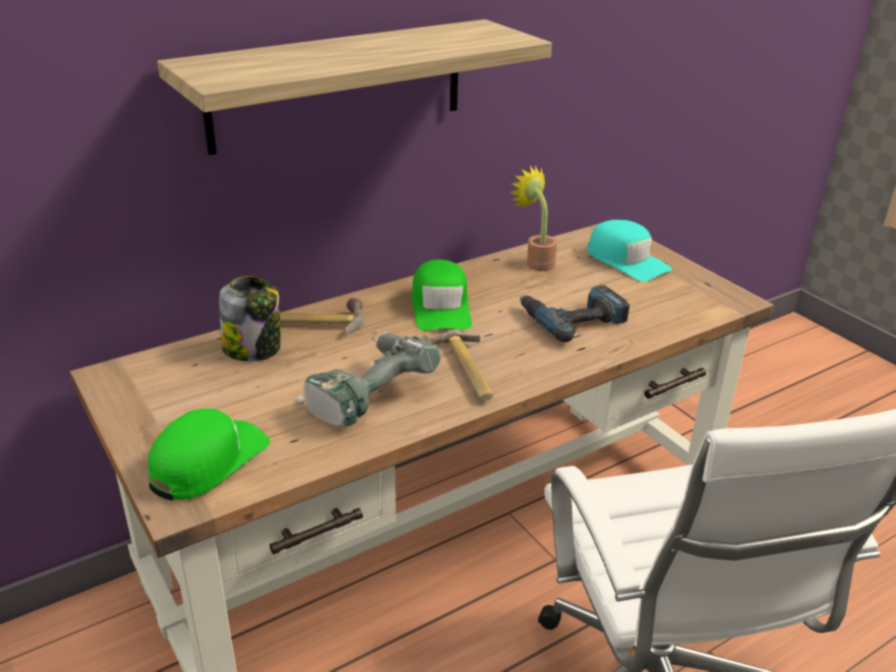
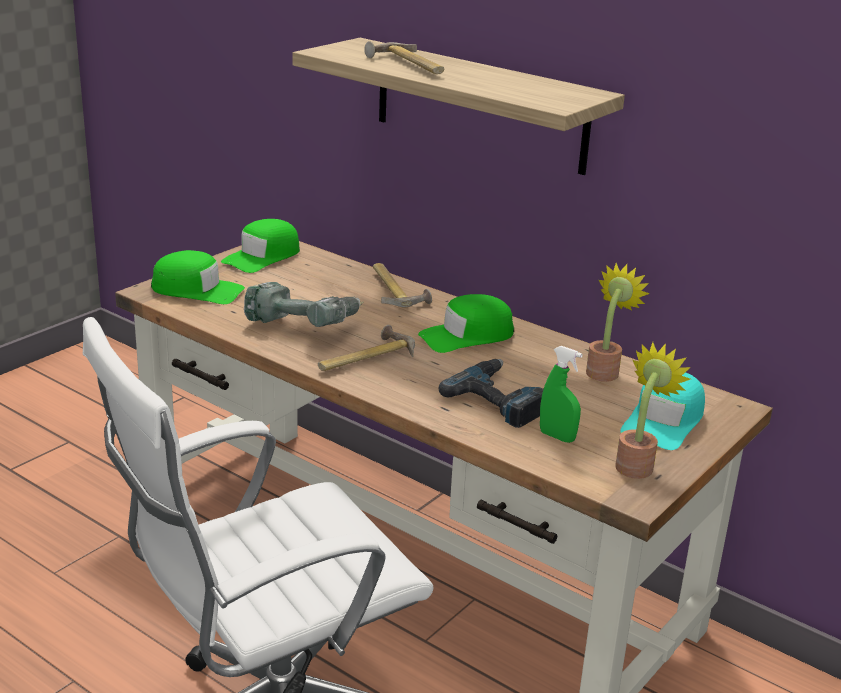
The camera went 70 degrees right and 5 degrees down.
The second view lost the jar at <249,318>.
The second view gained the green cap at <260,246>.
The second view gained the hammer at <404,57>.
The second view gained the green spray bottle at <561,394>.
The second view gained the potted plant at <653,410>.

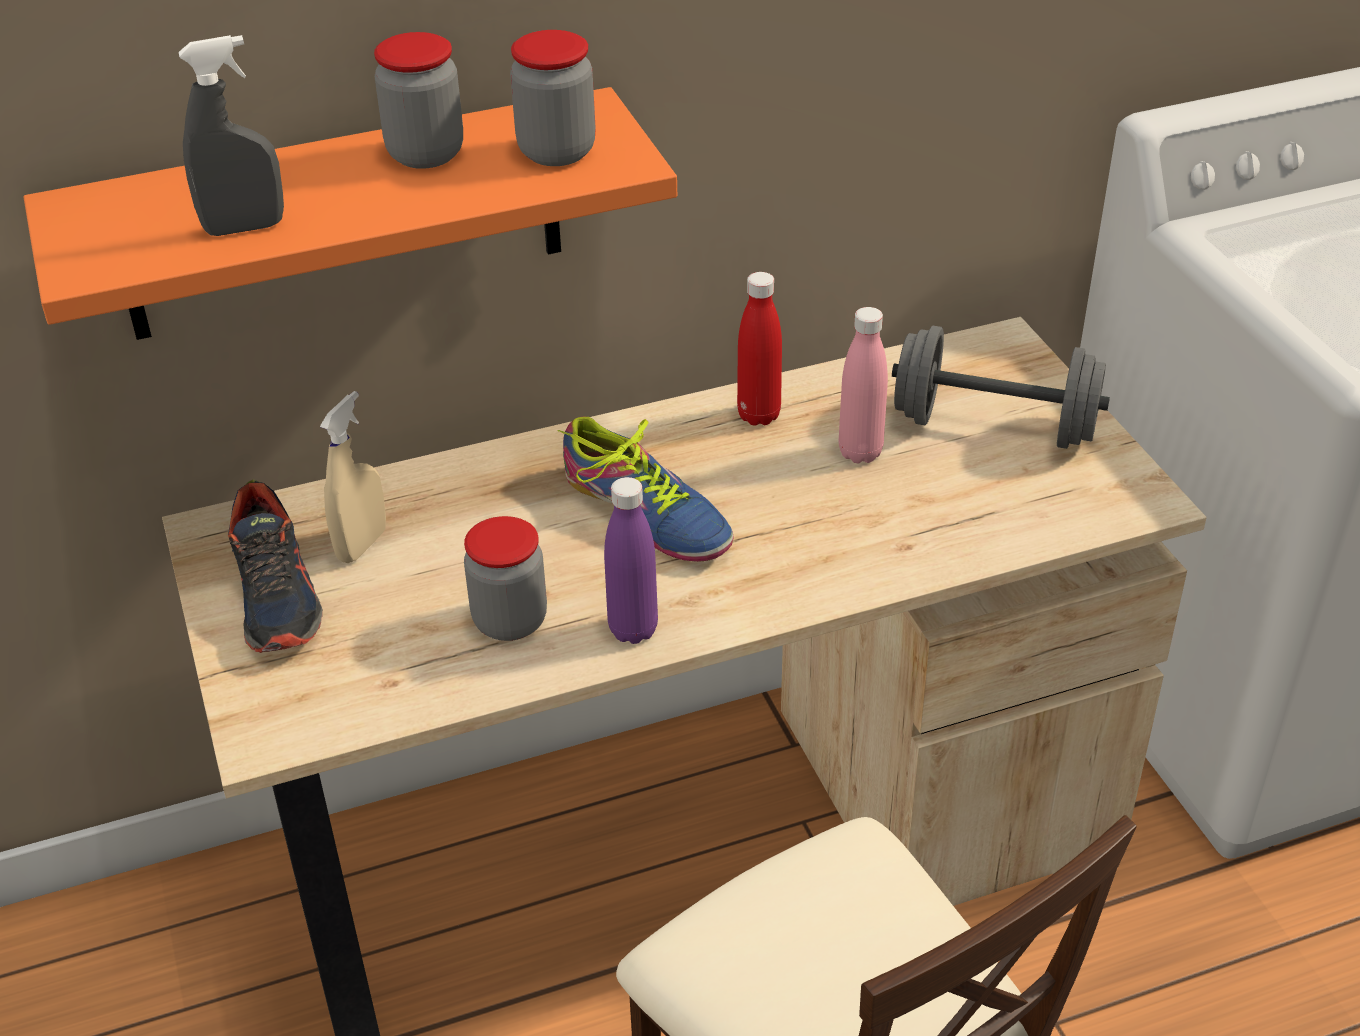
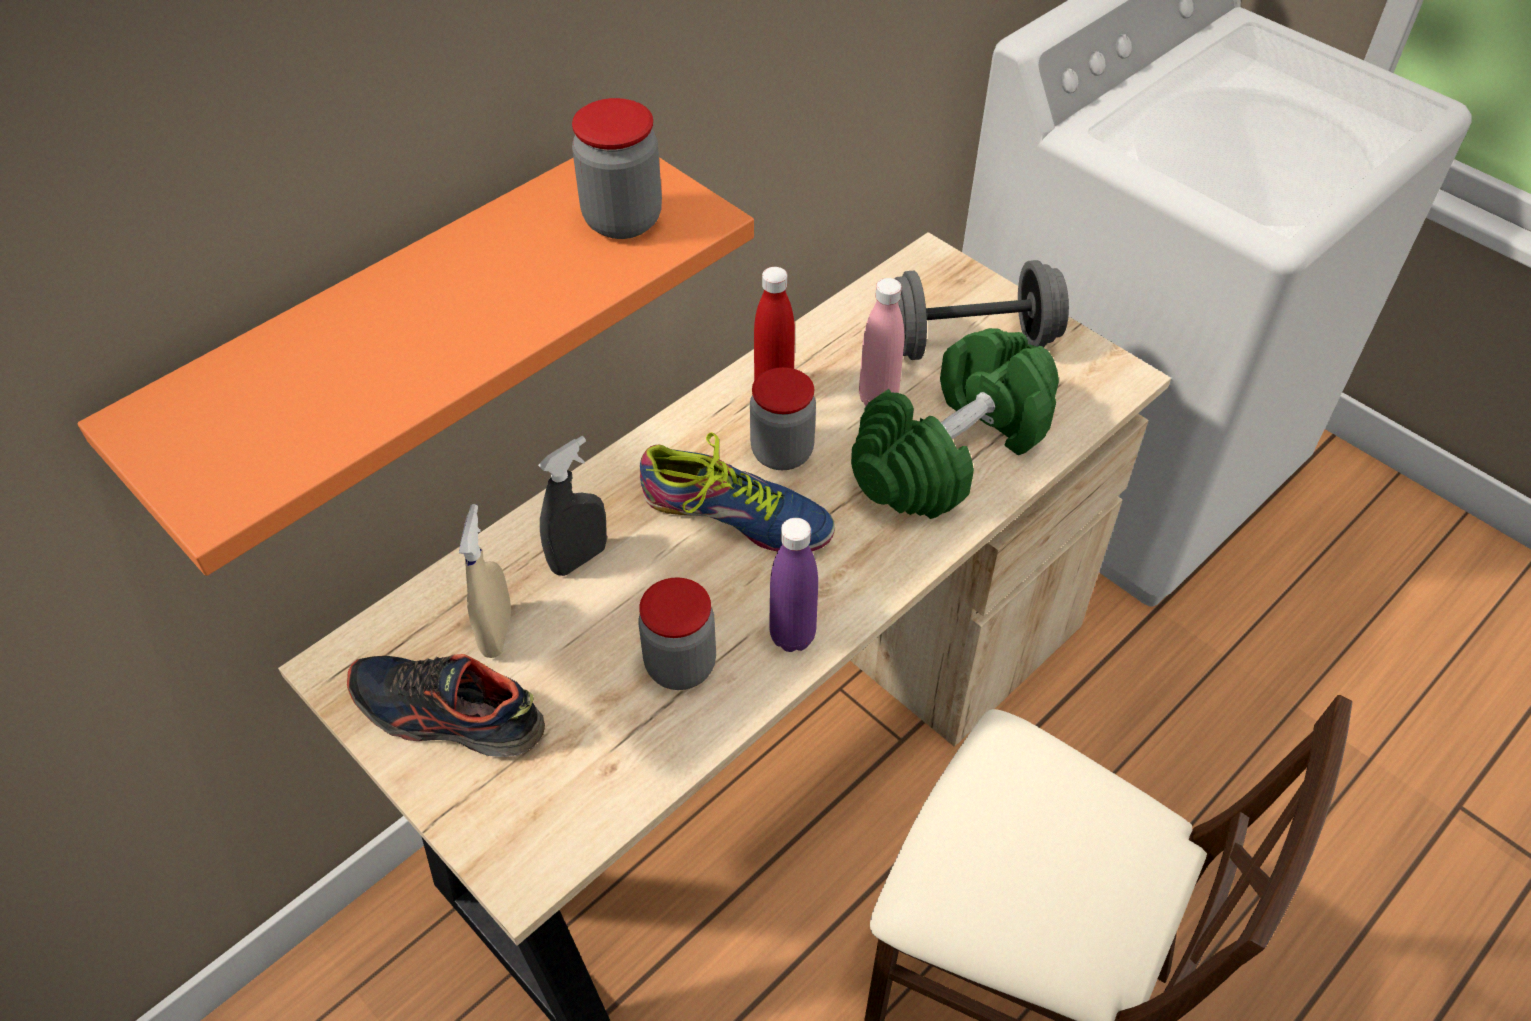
The camera went 25 degrees left and 10 degrees up.
The grey spray bottle ended up elsewhere, having gone from <231,135> to <572,506>.
The shoe at <275,566> ended up facing another way, 150 degrees clockwise from before.
The jar ended up elsewhere, having gone from <418,100> to <783,418>.
The second view gained the green dumbbell at <955,423>.

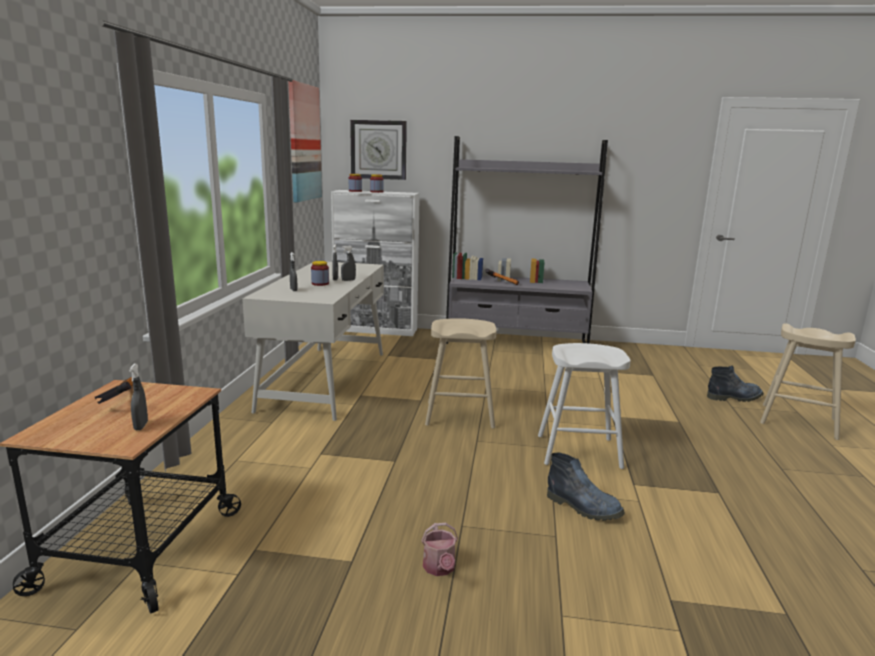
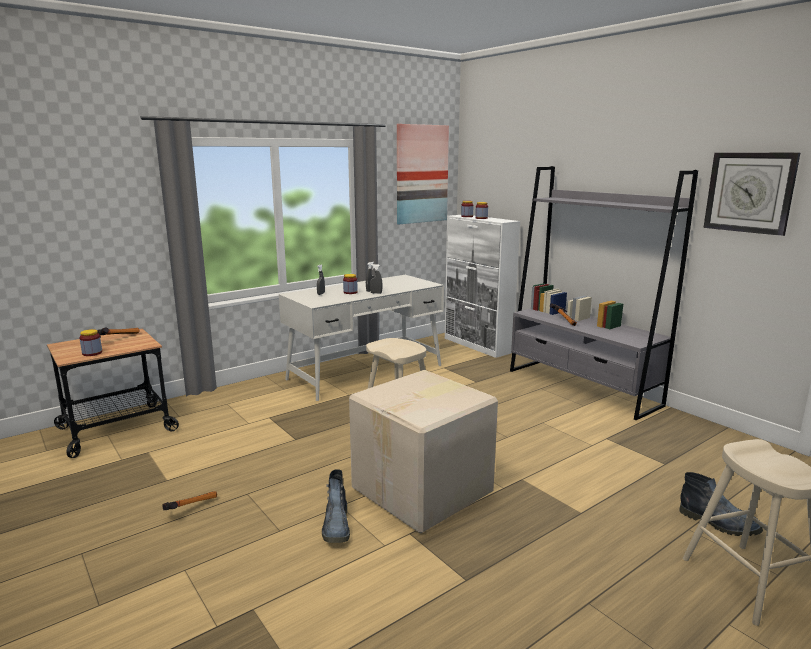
The camera went 45 degrees right and 0 degrees up.
Where the grey spray bottle stood at <138,396>, the jar came to stand at <90,342>.
The wall clock ended up elsewhere, having gone from <378,150> to <751,194>.
Where the watering can stood at <439,549>, the hammer came to stand at <190,500>.
Where the white stool stood at <584,406>, the cardboard box came to stand at <423,452>.

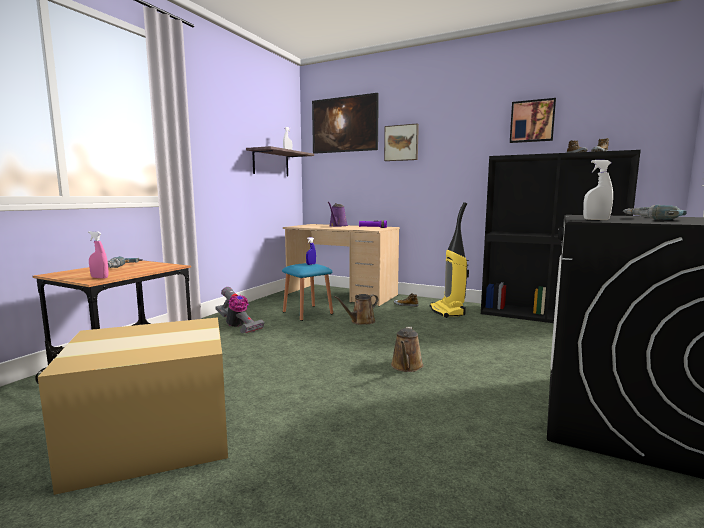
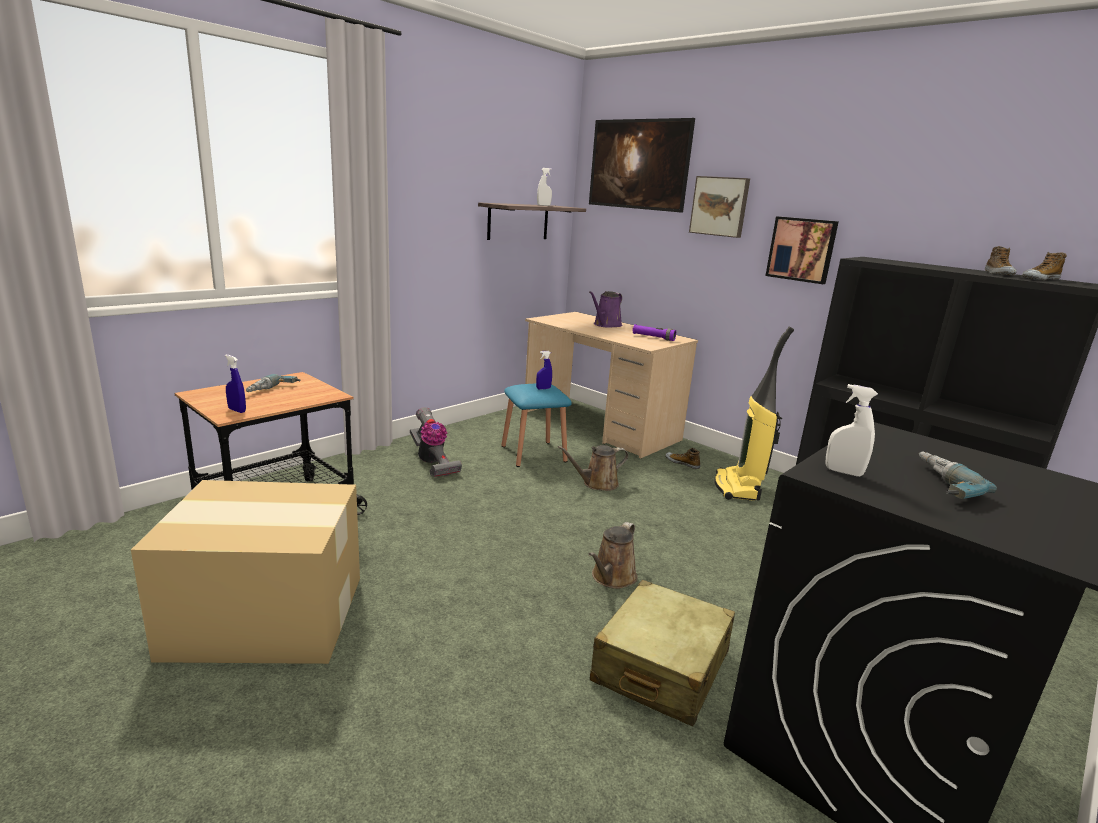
The camera went 15 degrees right and 10 degrees up.
What was the pink spray bottle at <98,255> turned into the blue spray bottle at <235,384>.
The picture ended up elsewhere, having gone from <533,120> to <802,250>.
The second view gained the beige suitcase at <662,653>.

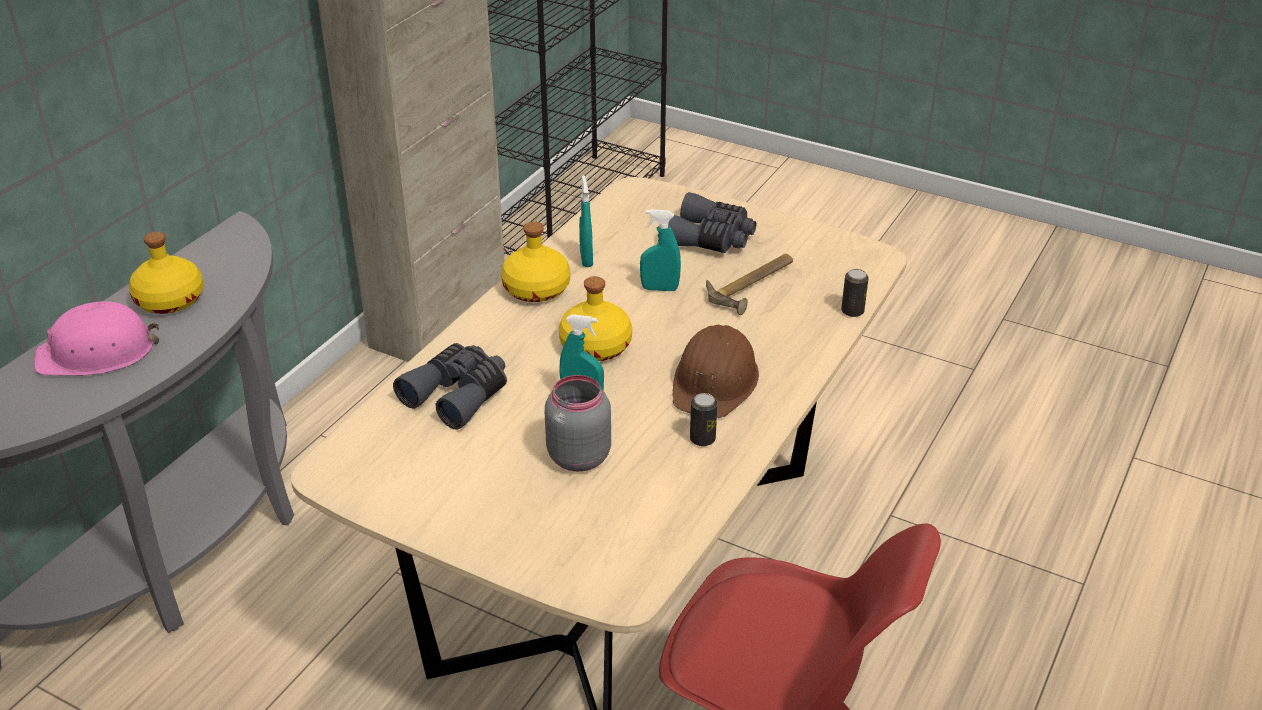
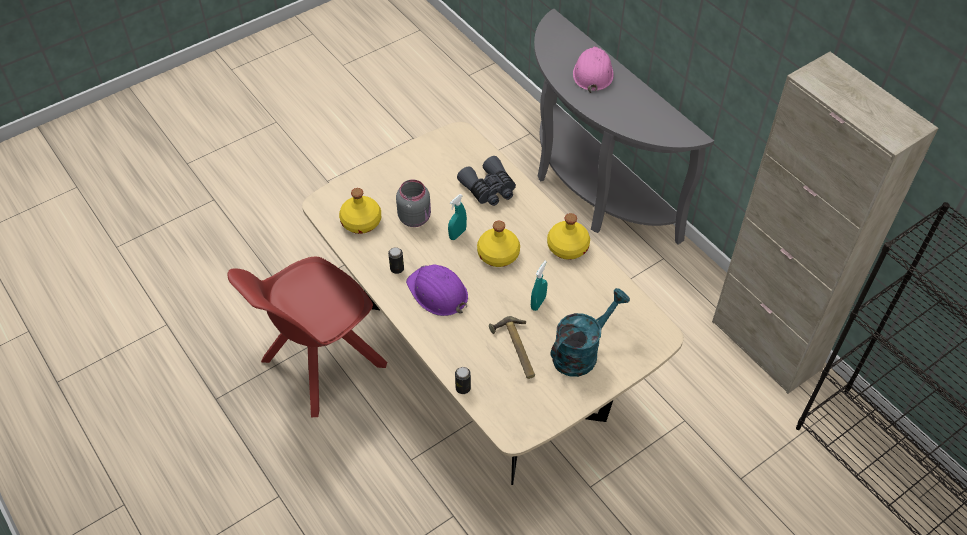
The camera went 115 degrees right and 15 degrees up.
The yellow bottle ended up elsewhere, having gone from <166,273> to <360,211>.
The second view lost the turquoise spray bottle at <586,221>.
Where the grey binoculars stood at <712,222>, the turquoise watering can came to stand at <590,332>.
What was the brown hard hat at <715,371> turned into the purple hard hat at <437,290>.

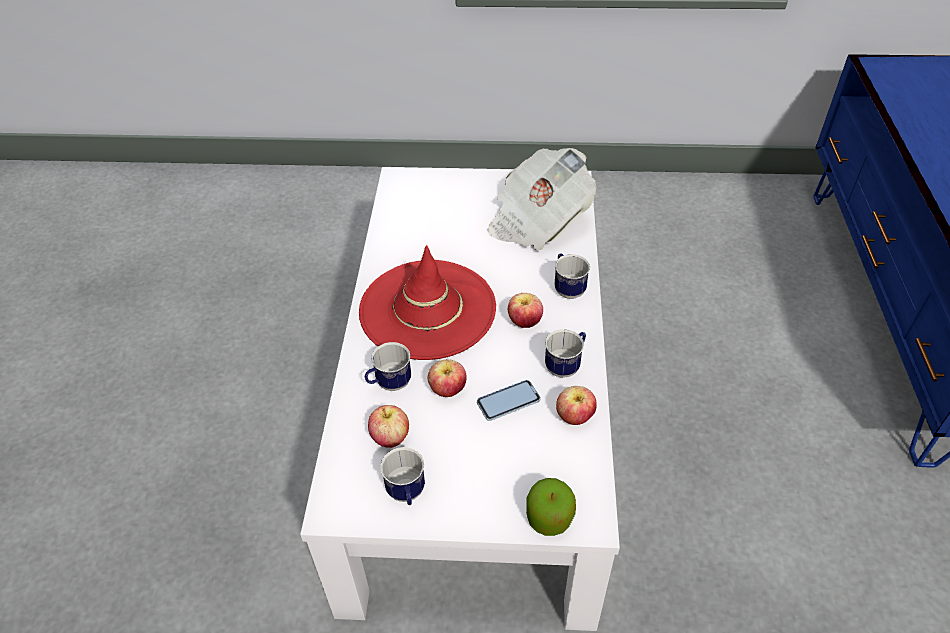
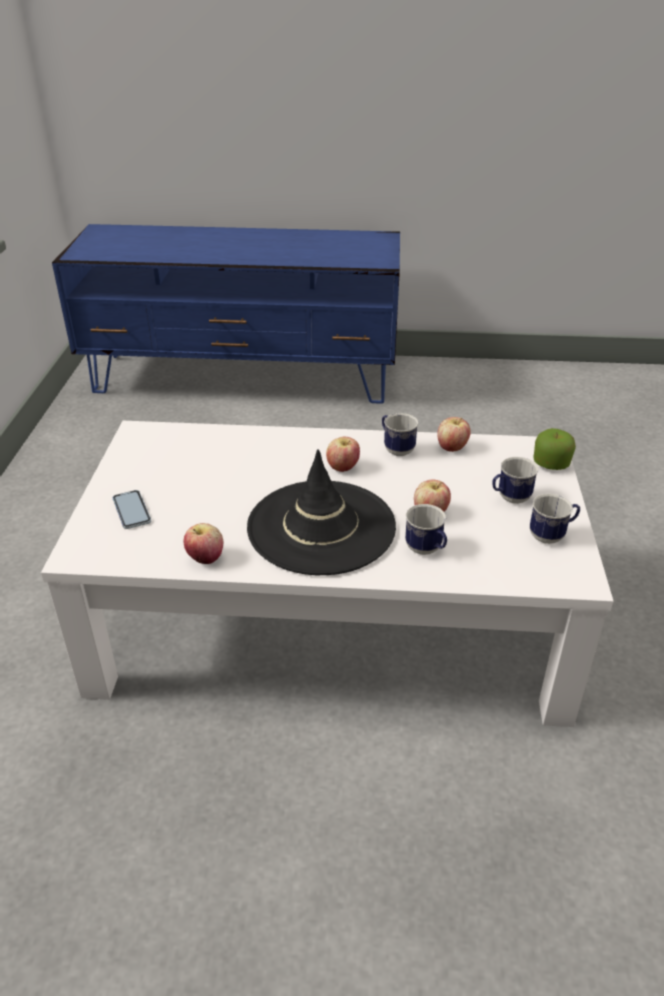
The camera went 90 degrees left and 10 degrees down.
What was the red hat at <427,302> turned into the black hat at <321,512>.
The apple ended up elsewhere, having gone from <388,426> to <203,543>.
The phone ended up elsewhere, having gone from <509,400> to <131,509>.
The second view lost the newspaper at <542,199>.
The mug ended up elsewhere, having gone from <572,276> to <515,480>.

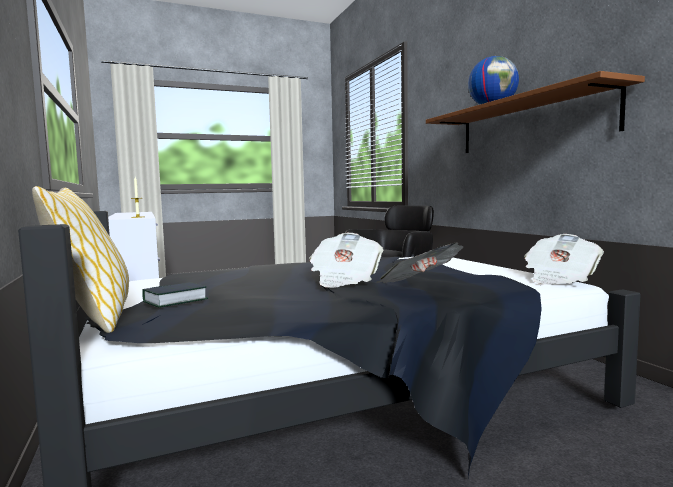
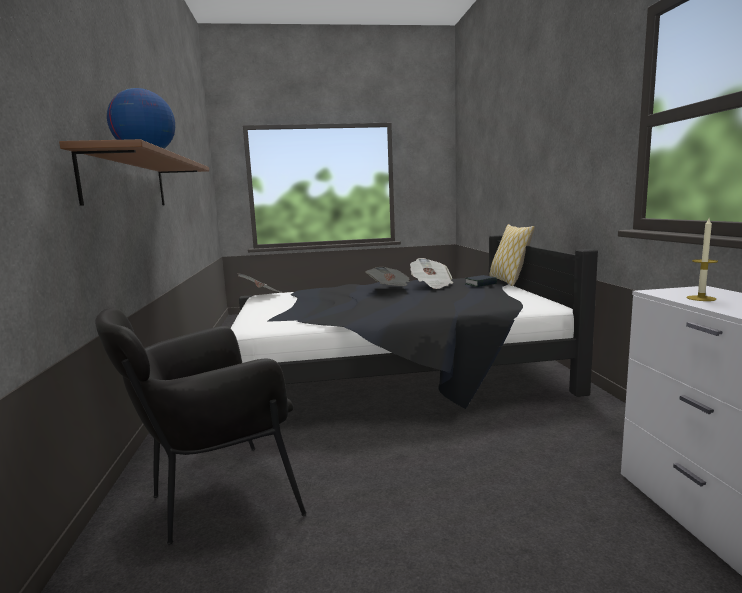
The camera went 165 degrees left and 5 degrees up.
The newspaper ended up elsewhere, having gone from <419,262> to <431,273>.

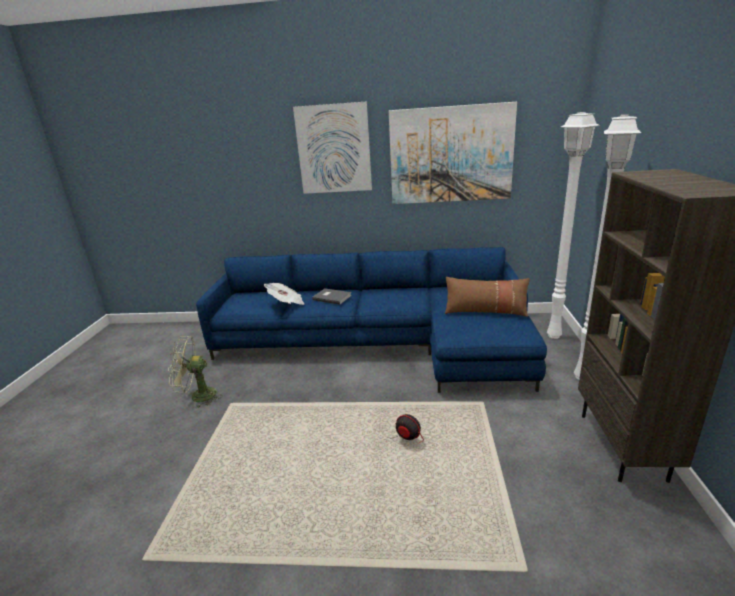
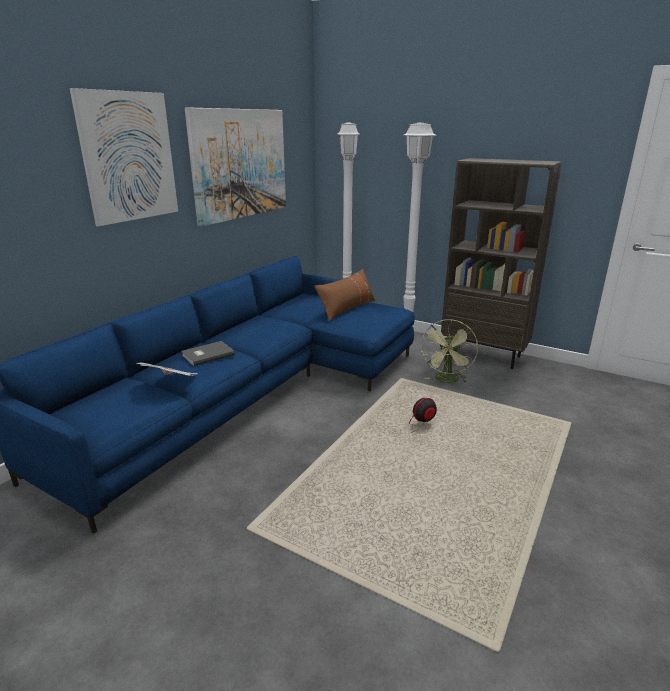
The camera went 65 degrees left and 0 degrees up.
The green fan ended up elsewhere, having gone from <195,372> to <449,351>.

